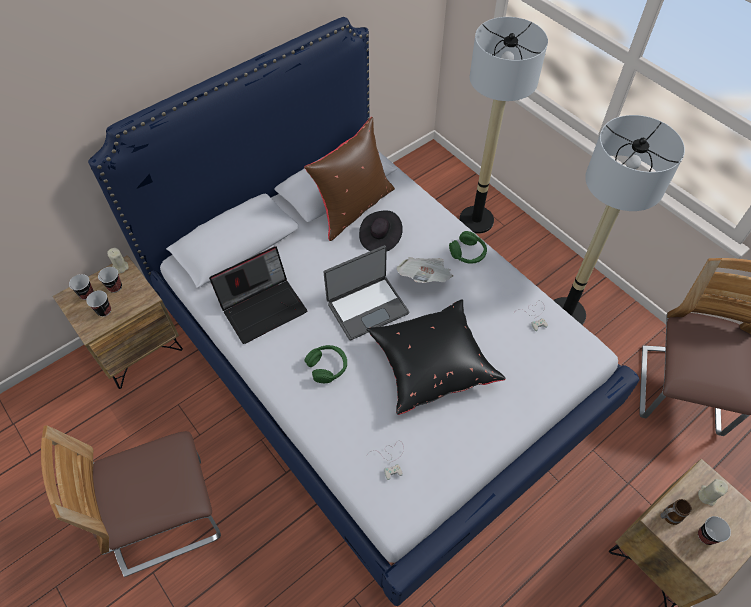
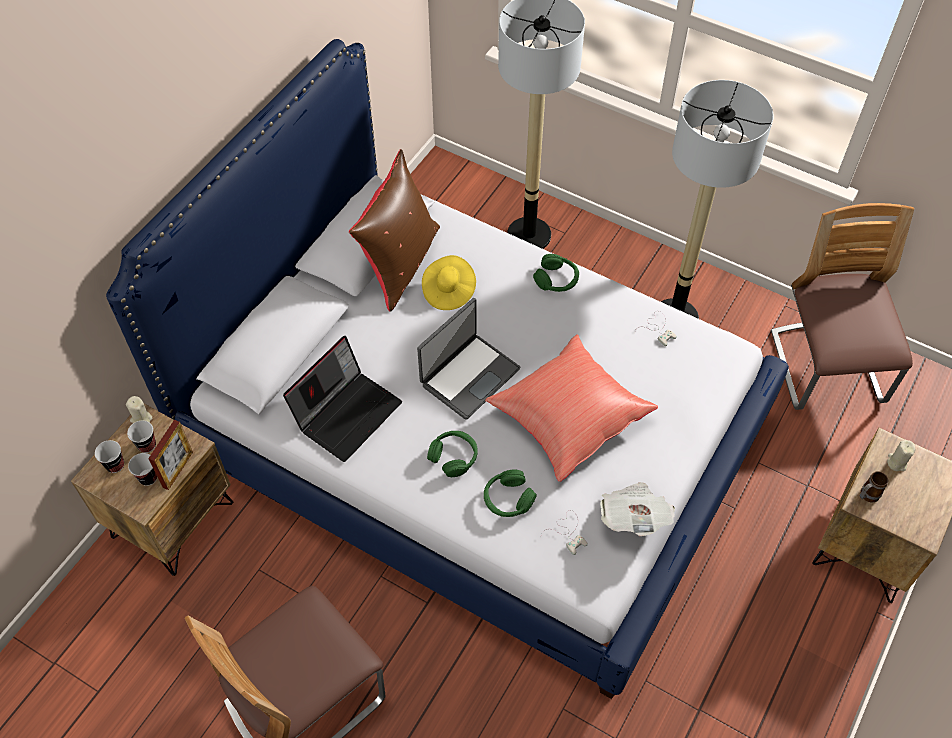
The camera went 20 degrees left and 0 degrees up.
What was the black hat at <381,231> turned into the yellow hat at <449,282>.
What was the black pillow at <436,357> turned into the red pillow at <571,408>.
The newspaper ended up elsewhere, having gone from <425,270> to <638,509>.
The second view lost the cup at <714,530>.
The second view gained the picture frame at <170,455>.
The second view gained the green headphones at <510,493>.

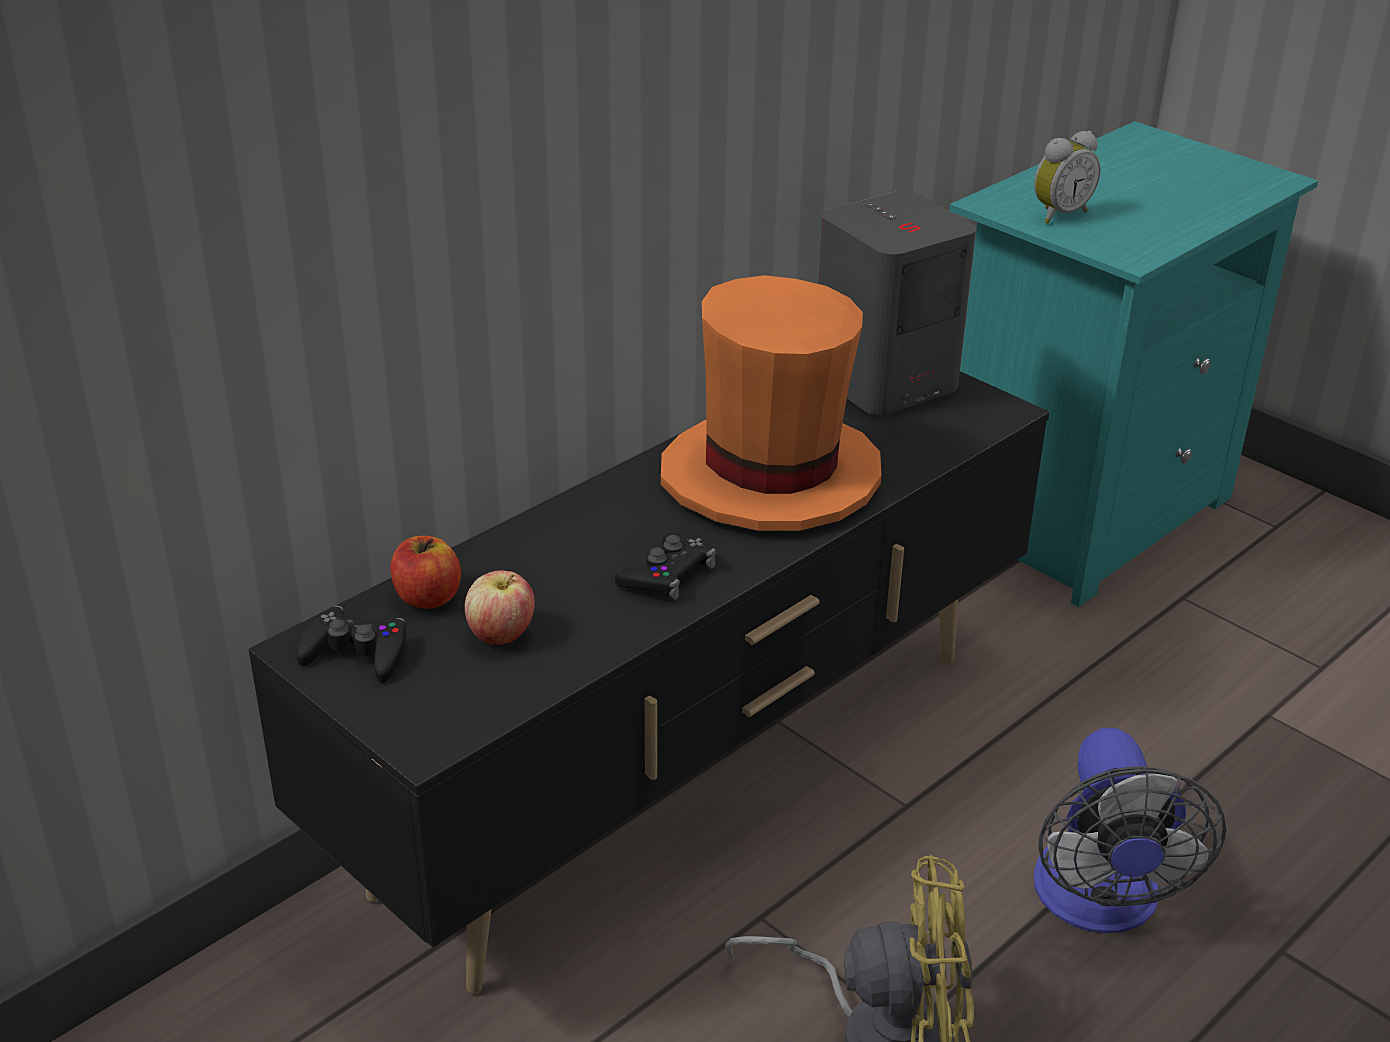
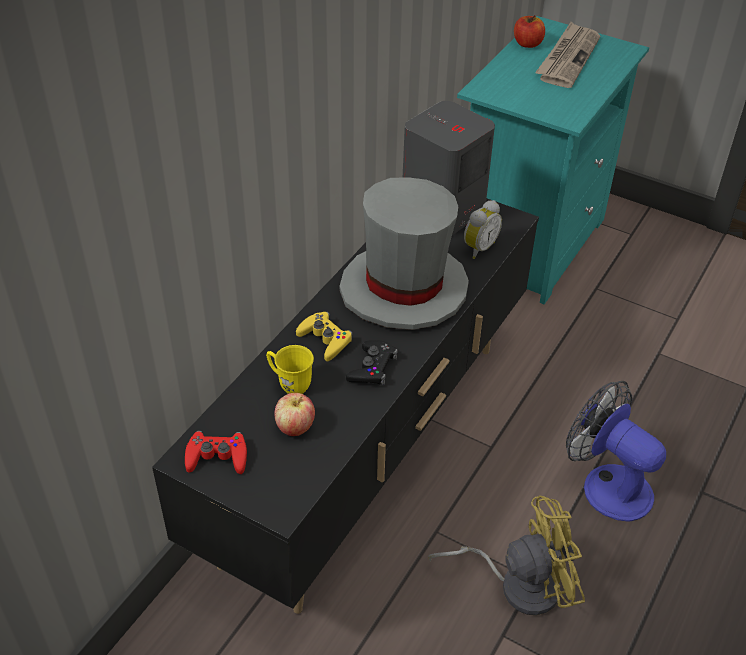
The camera went 15 degrees left and 10 degrees up.
What was the black game controller at <351,644> turned into the red game controller at <216,452>.
The apple ended up elsewhere, having gone from <426,572> to <529,31>.
What was the orange hat at <770,403> turned into the grey hat at <404,253>.
The alarm clock ended up elsewhere, having gone from <1067,177> to <483,229>.
The fan at <1130,830> ended up facing another way, 150 degrees clockwise from before.
The second view gained the yellow mug at <290,369>.
The second view gained the yellow game controller at <324,336>.
The second view gained the newspaper at <567,55>.

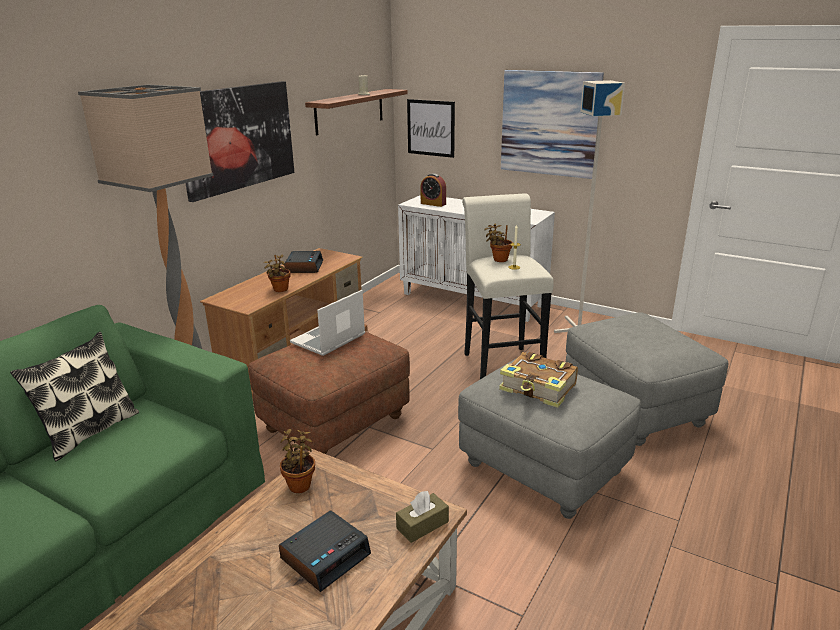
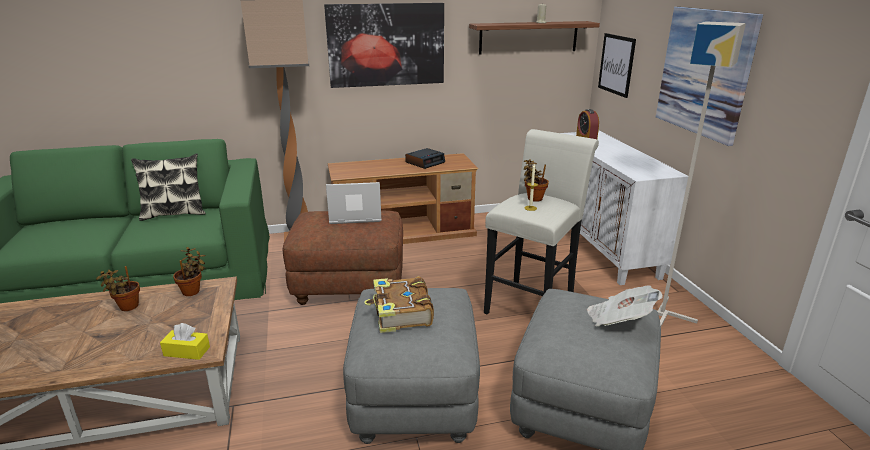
The camera went 45 degrees right and 0 degrees up.
The potted plant ended up elsewhere, having gone from <277,273> to <118,288>.
The second view lost the alarm clock at <325,551>.
What was the brown tissue box at <422,517> turned into the yellow tissue box at <185,341>.
The second view gained the newspaper at <625,306>.

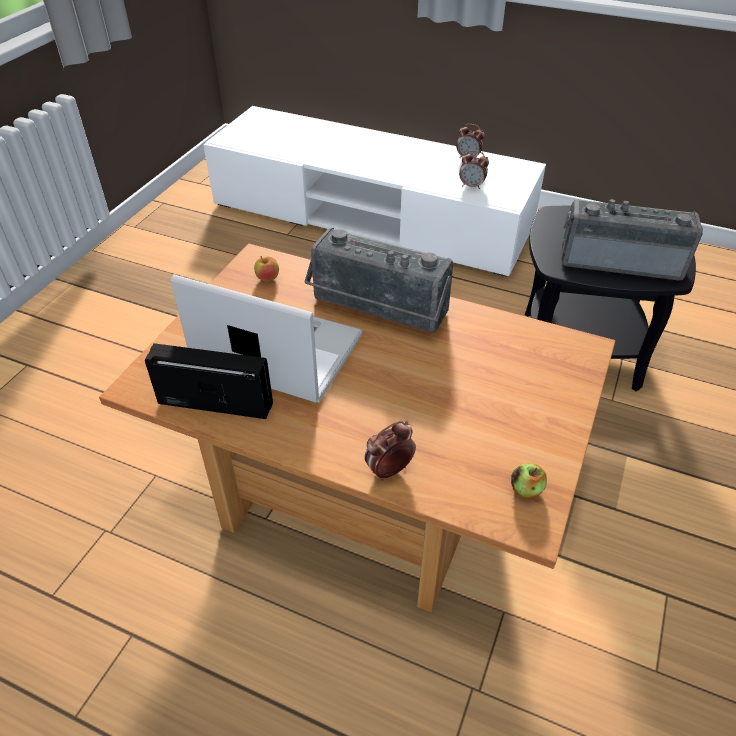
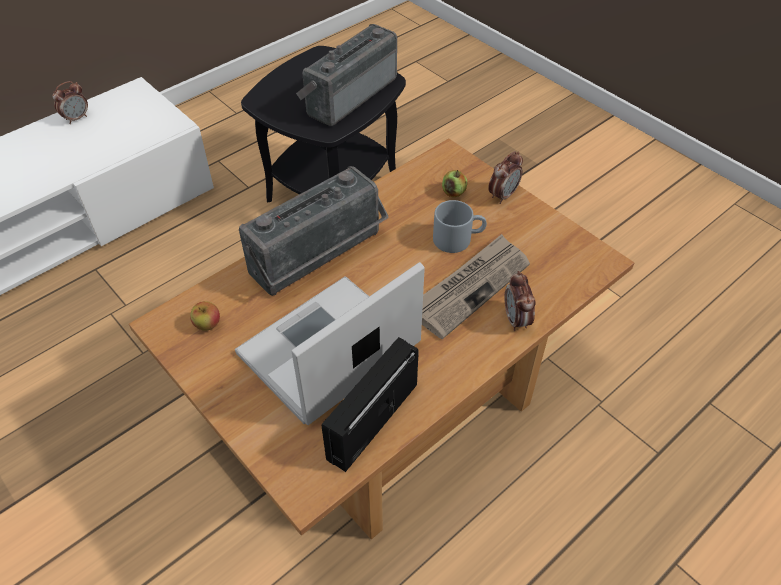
The camera went 65 degrees left and 5 degrees up.
The alarm clock ended up elsewhere, having gone from <474,169> to <505,177>.
The apple ended up elsewhere, having gone from <529,481> to <454,183>.
The second view gained the newspaper at <476,286>.
The second view gained the grey mug at <460,226>.

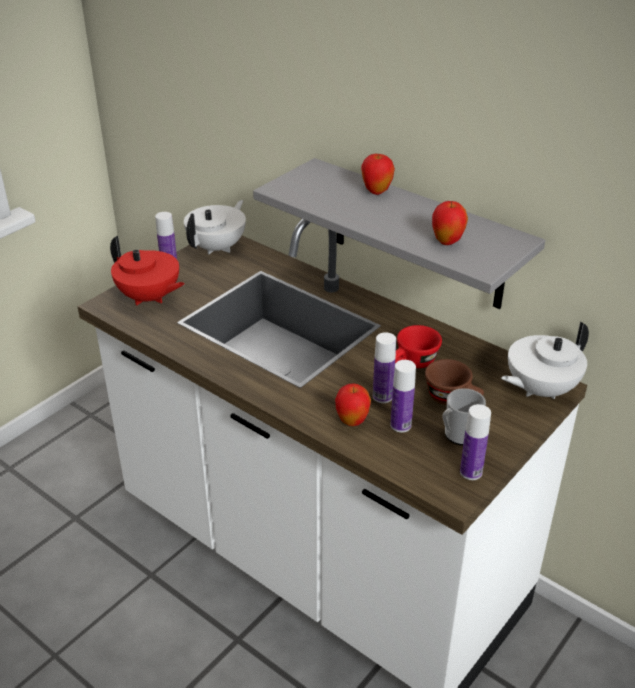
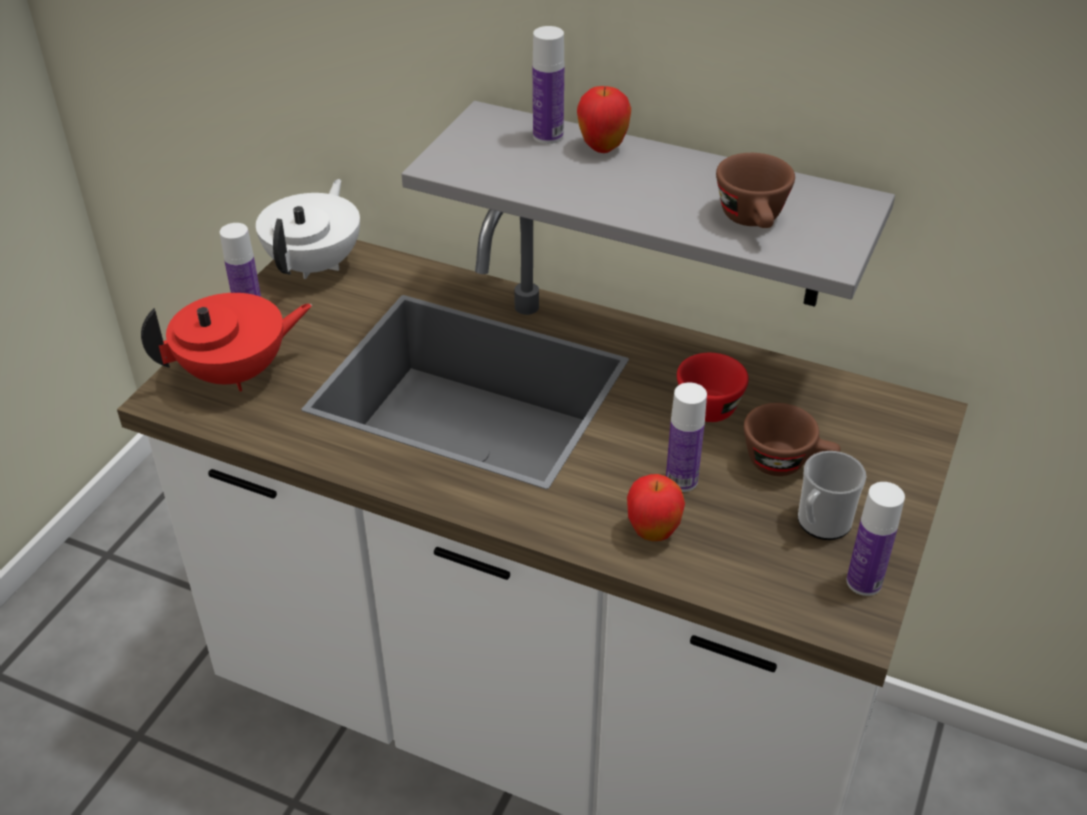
The camera went 15 degrees left and 5 degrees up.
The red teapot at <147,270> ended up facing another way, 45 degrees counterclockwise from before.
The bottle ended up elsewhere, having gone from <403,396> to <548,85>.
Where the apple stood at <450,223>, the brown cup came to stand at <755,190>.
The second view lost the white teapot at <545,360>.

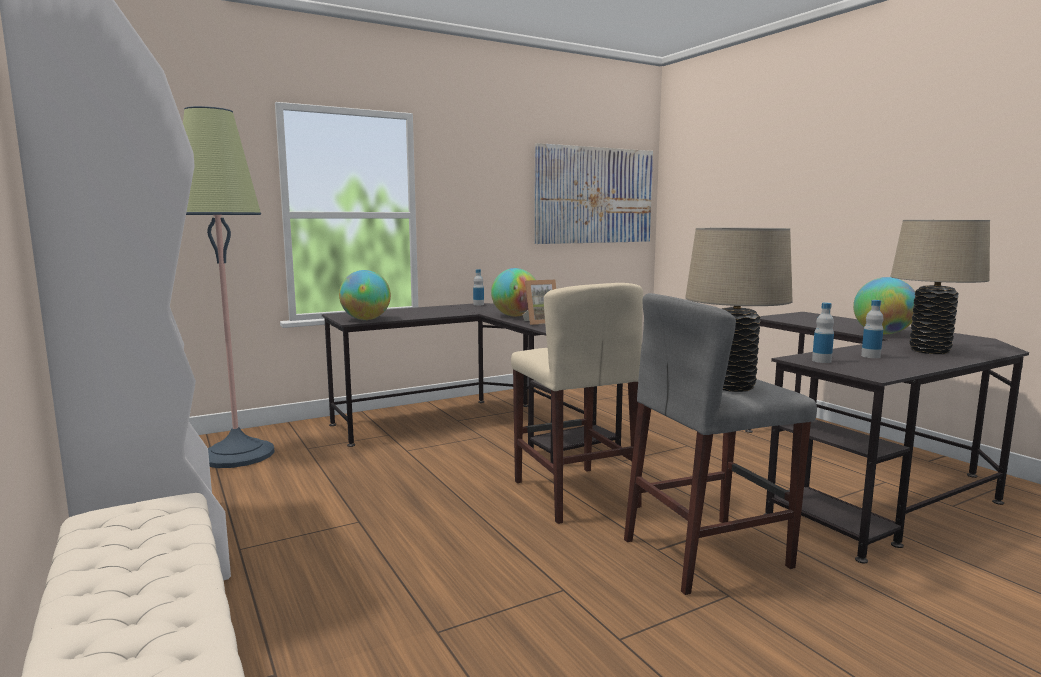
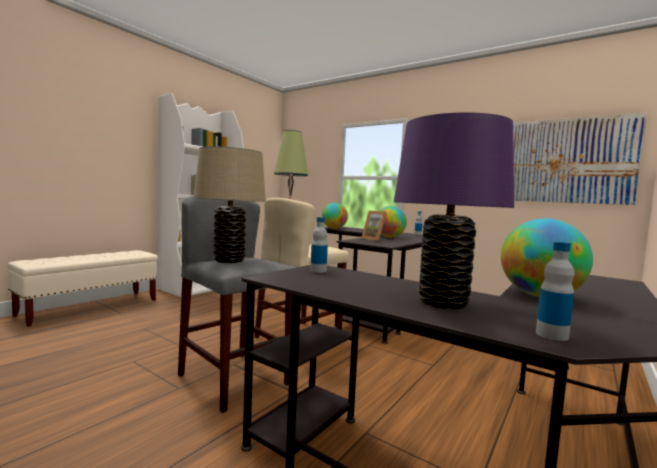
The camera went 65 degrees right and 5 degrees down.
The bottle ended up elsewhere, having gone from <872,329> to <555,291>.
What was the beige table lamp at <940,287> turned into the purple table lamp at <454,210>.

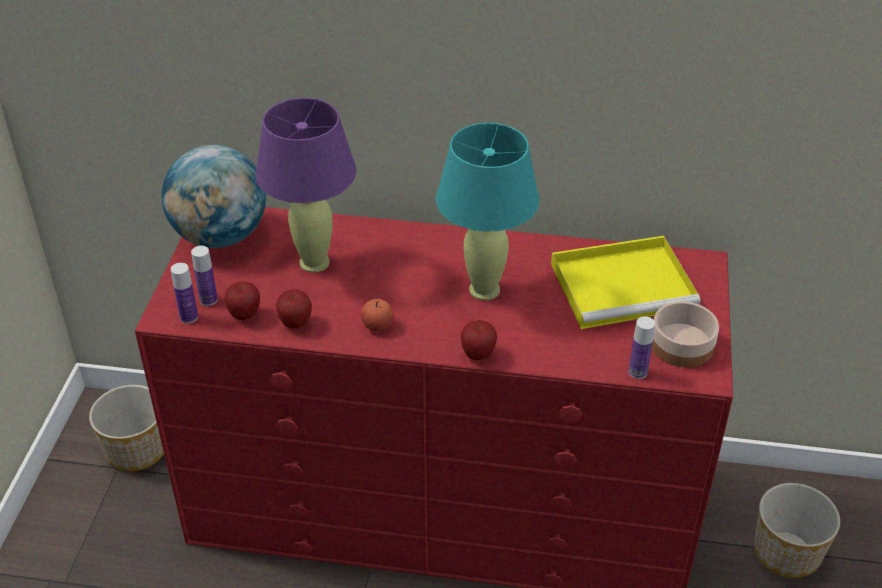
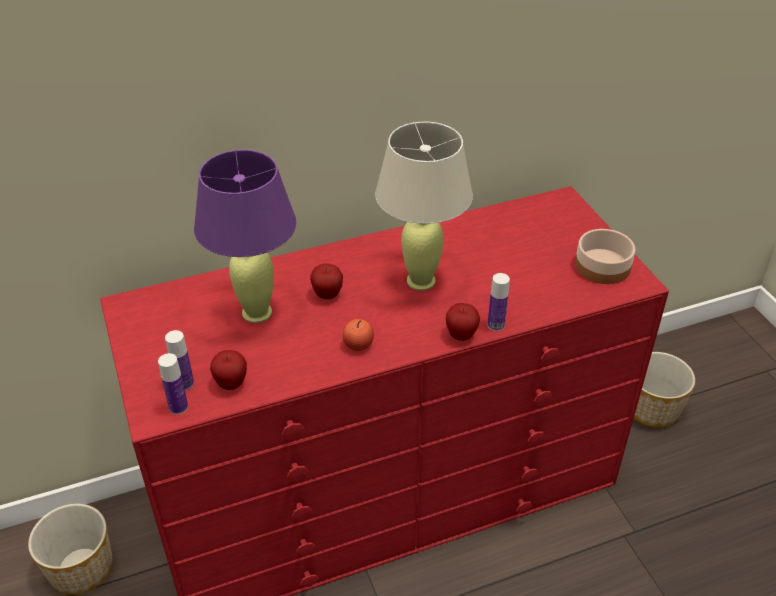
The camera went 30 degrees left and 0 degrees up.
The second view lost the globe at <213,196>.
The apple ended up elsewhere, having gone from <294,309> to <326,281>.
What was the turquoise table lamp at <488,211> turned into the beige table lamp at <424,206>.
The second view lost the yellow tray at <626,282>.
The bottle ended up elsewhere, having gone from <642,347> to <499,302>.

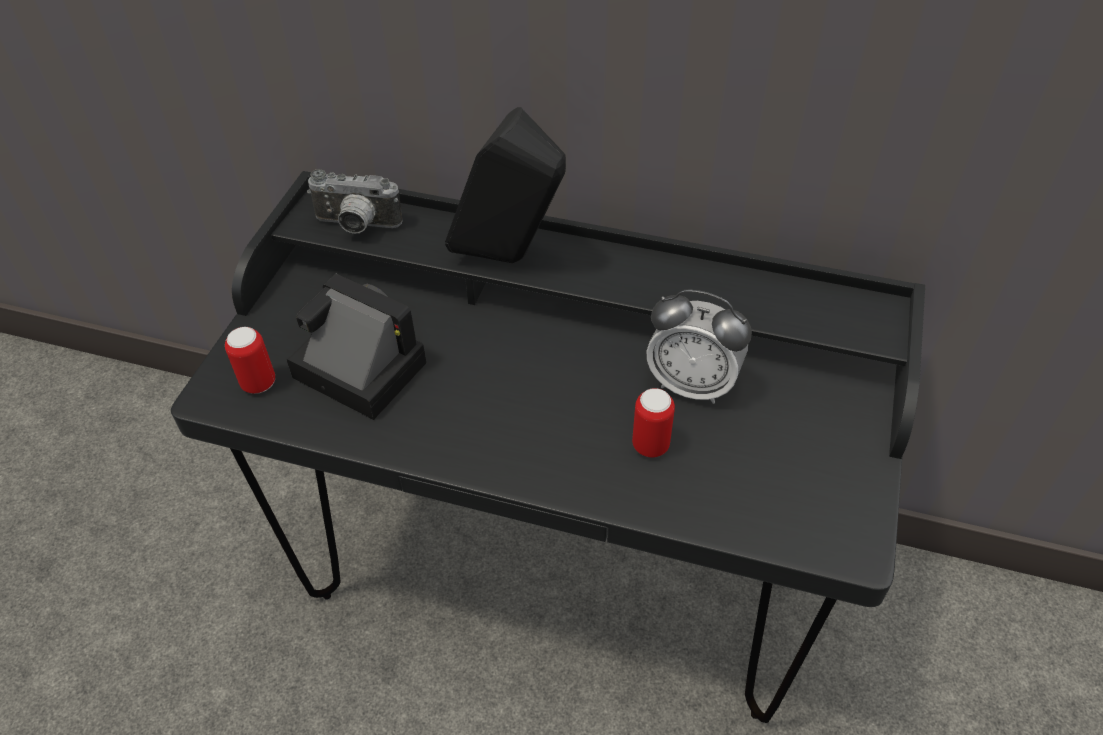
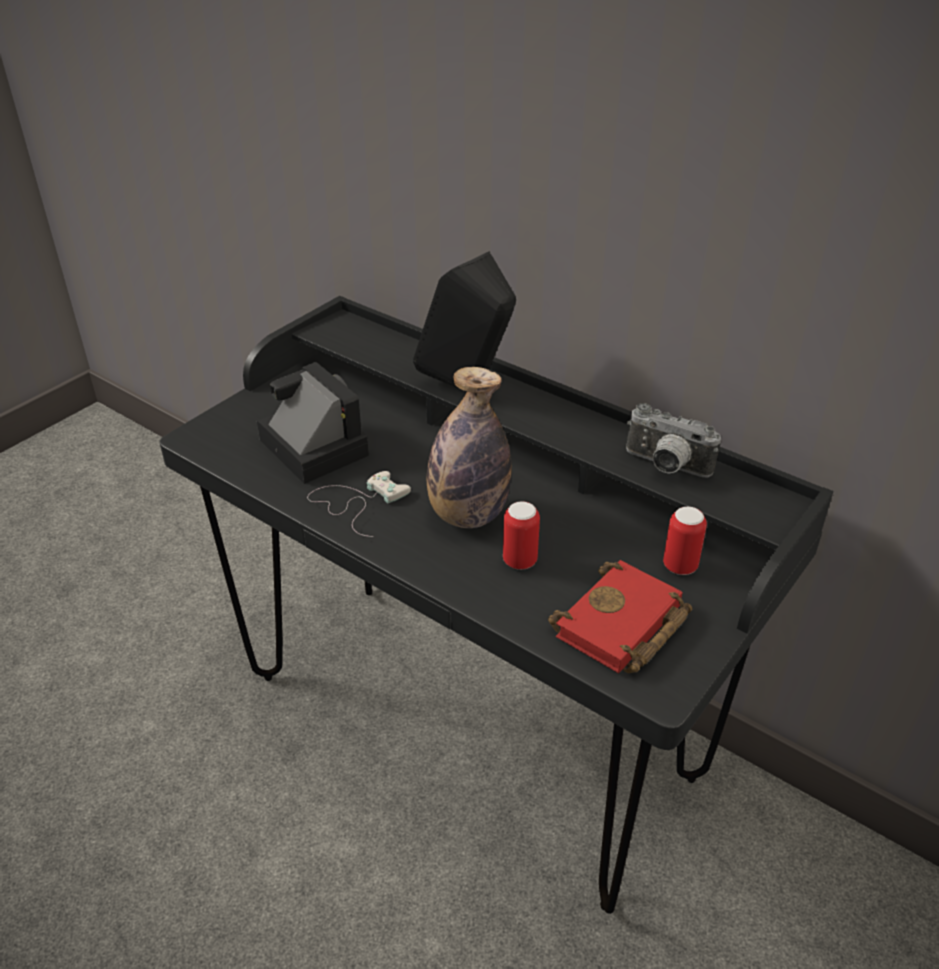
The camera went 20 degrees right and 10 degrees down.
The can ended up elsewhere, having gone from <250,360> to <685,540>.
The photo camera ended up elsewhere, having gone from <355,201> to <673,440>.
The second view lost the alarm clock at <699,347>.
The second view gained the white game controller at <359,504>.
The second view gained the bottle at <469,447>.
The second view gained the red book at <620,616>.

